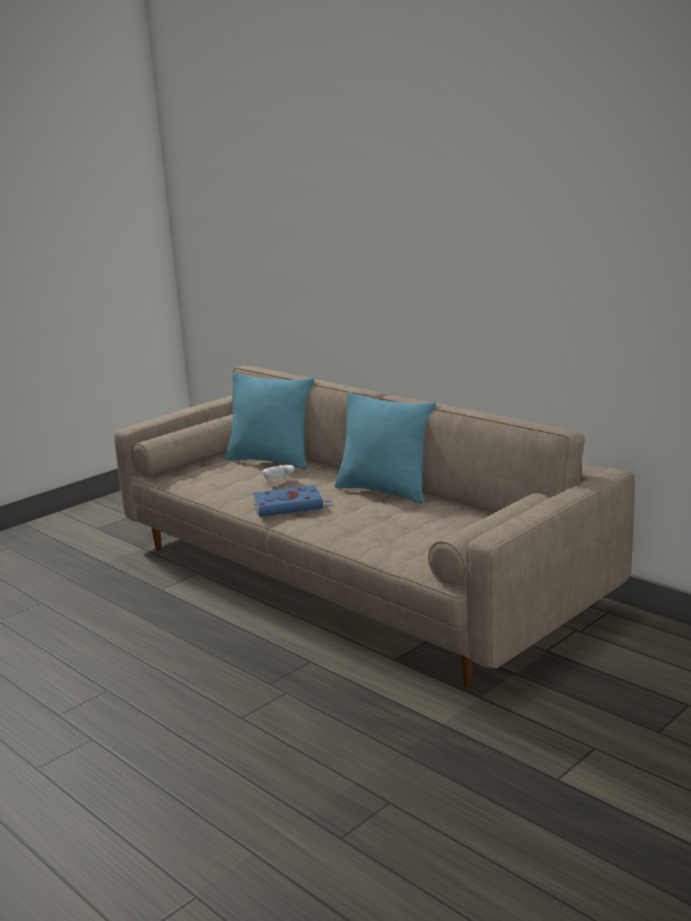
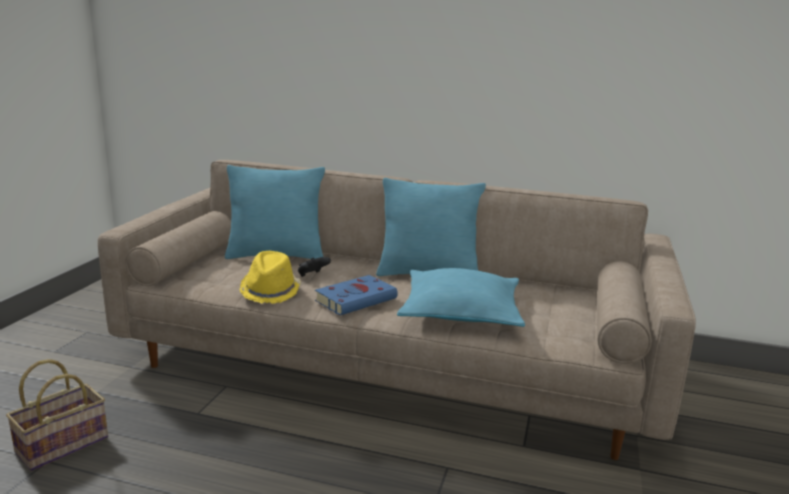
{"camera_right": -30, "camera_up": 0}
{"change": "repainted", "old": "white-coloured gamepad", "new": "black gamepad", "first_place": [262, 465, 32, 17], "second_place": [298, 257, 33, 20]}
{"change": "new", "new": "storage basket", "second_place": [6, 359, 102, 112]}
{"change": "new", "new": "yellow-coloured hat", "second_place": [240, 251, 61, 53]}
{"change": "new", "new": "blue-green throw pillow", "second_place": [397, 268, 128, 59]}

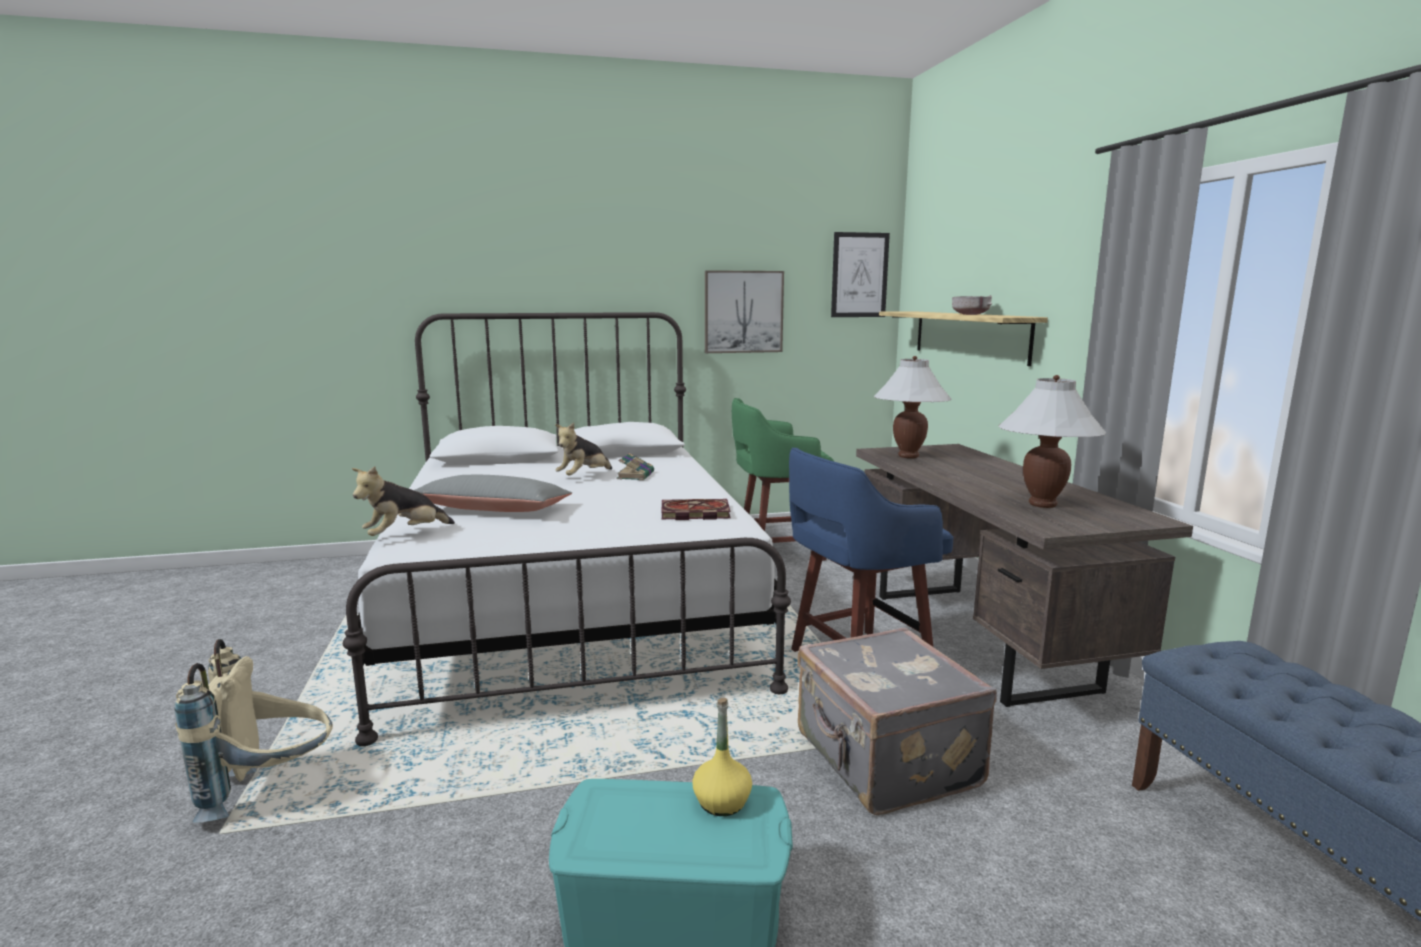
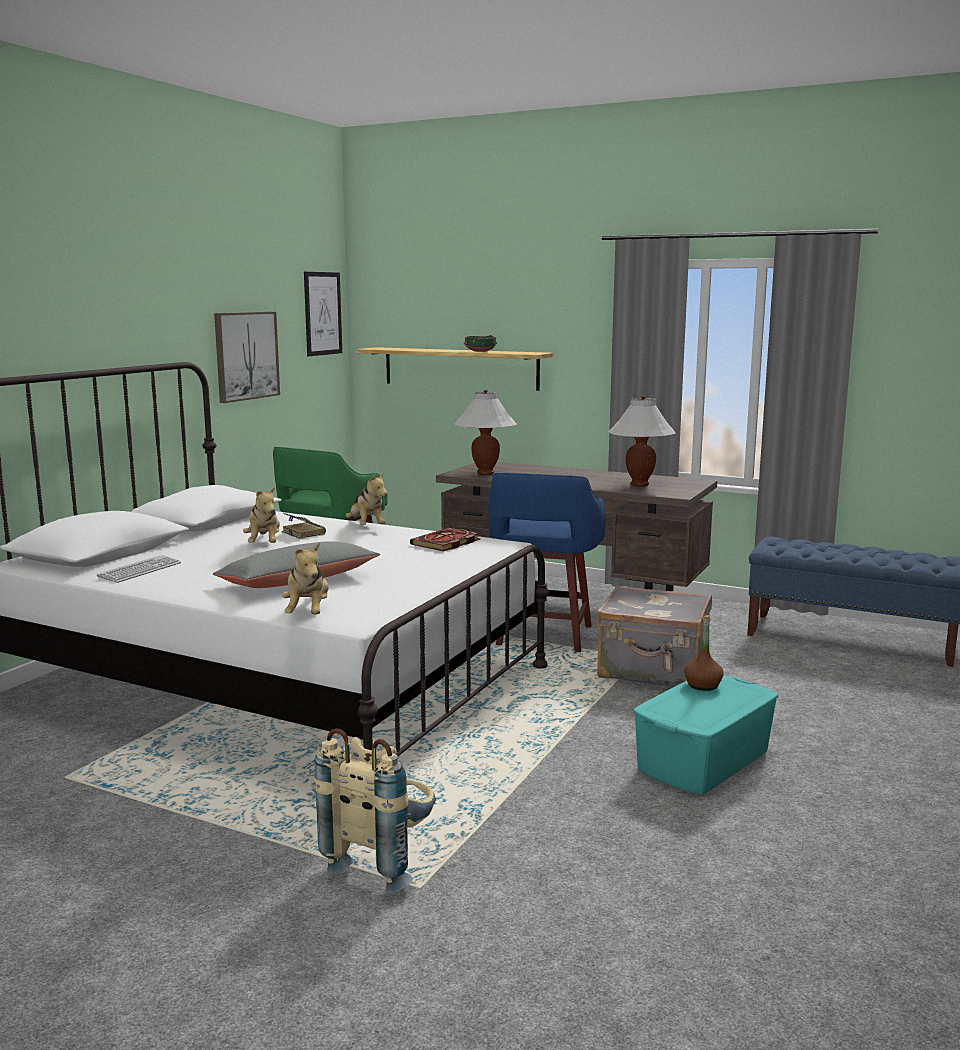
{"camera_right": -50, "camera_up": 0}
{"change": "repainted", "old": "yellow-coloured bottle", "new": "brownish bottle", "first_place": [692, 698, 60, 118], "second_place": [684, 615, 40, 76]}
{"change": "repainted", "old": "gray bowl", "new": "green-coloured bowl", "first_place": [952, 295, 40, 20], "second_place": [464, 335, 34, 17]}
{"change": "new", "new": "keyboard", "second_place": [97, 555, 84, 28]}
{"change": "new", "new": "cuddly toy", "second_place": [346, 472, 42, 53]}

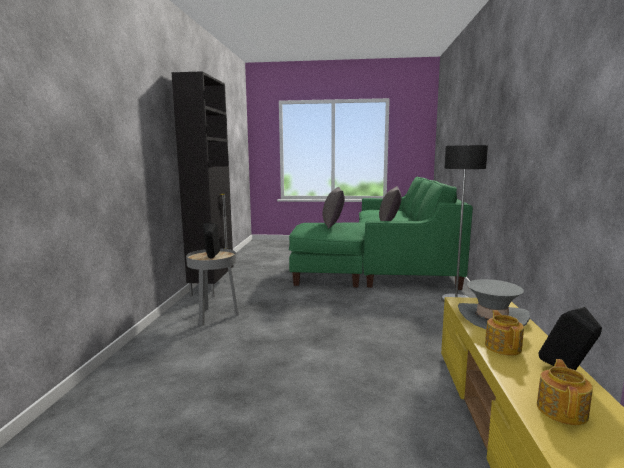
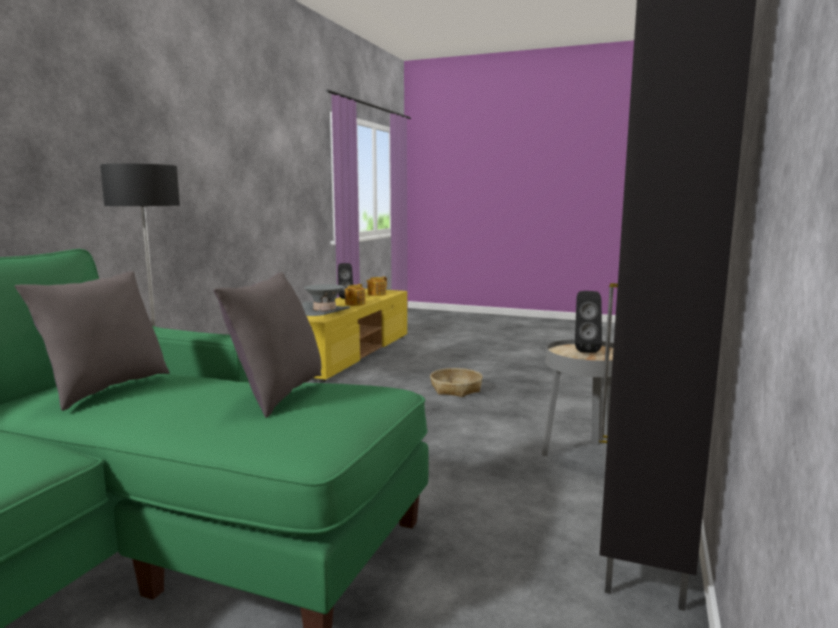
{"camera_right": -165, "camera_up": 0}
{"change": "new", "new": "storage basket", "second_place": [430, 368, 53, 29]}

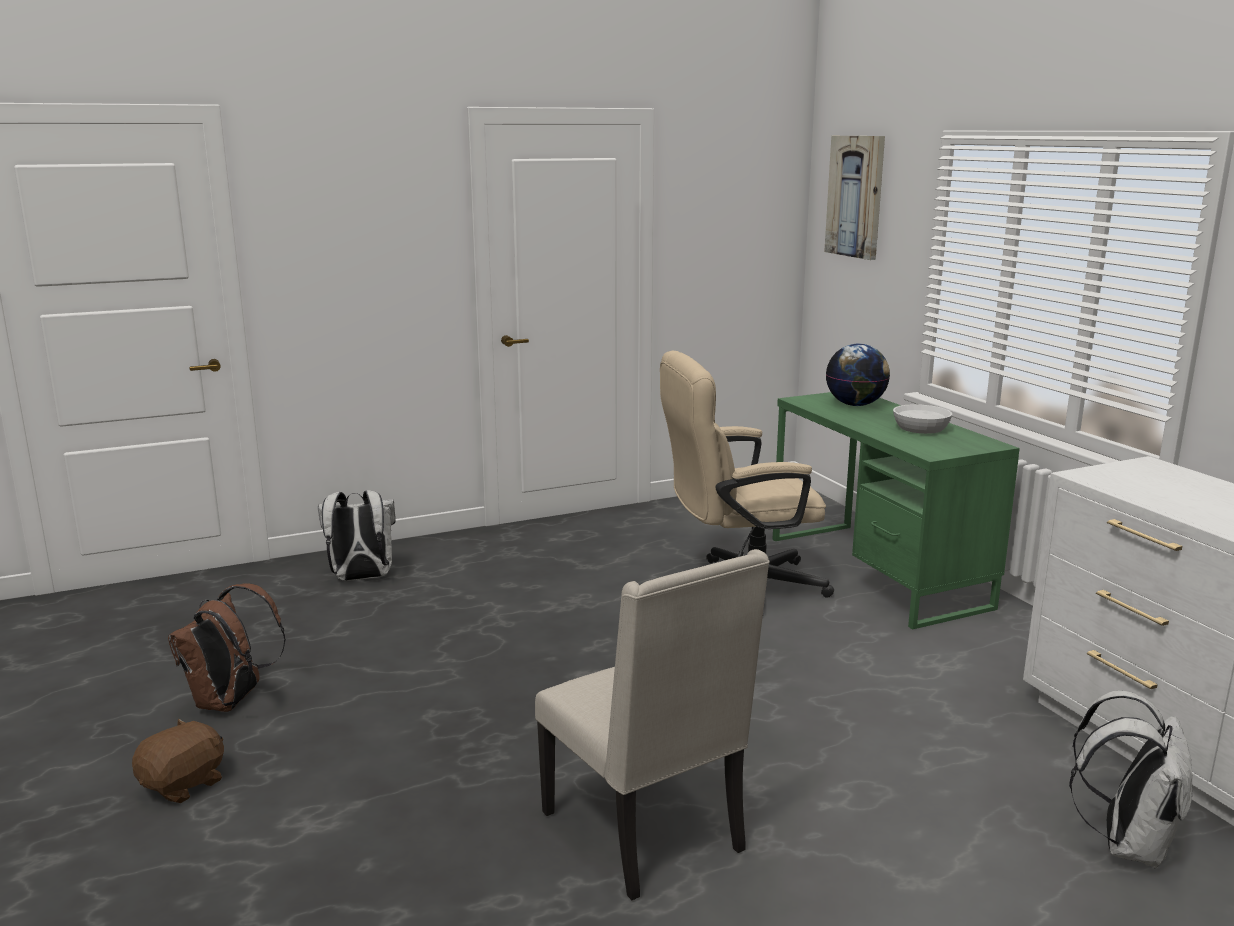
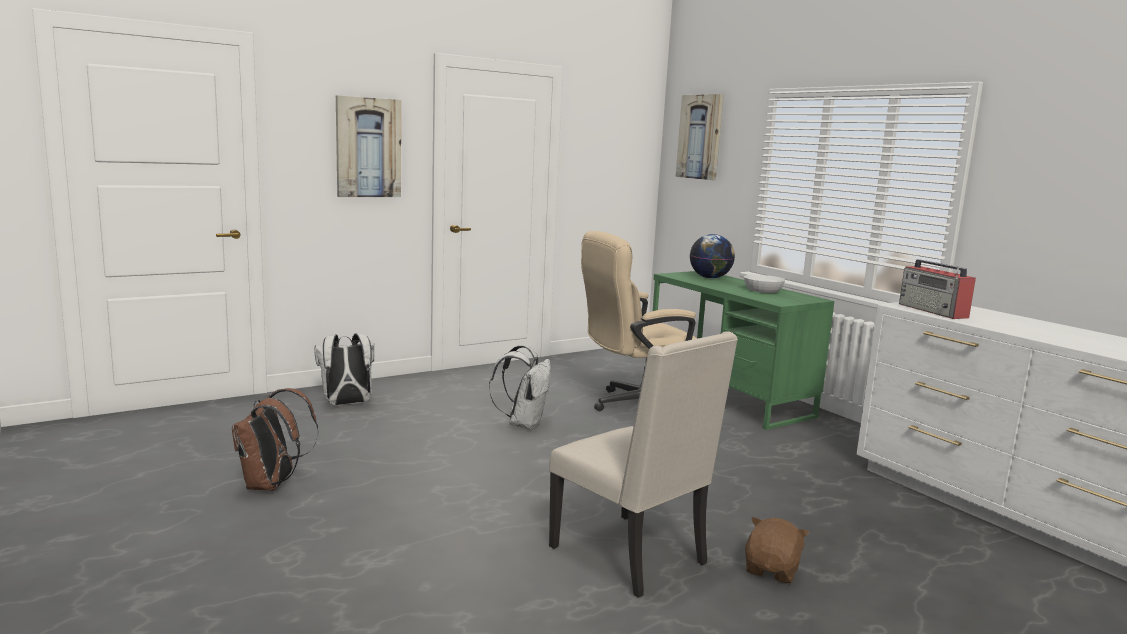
{"camera_right": -10, "camera_up": -5}
{"change": "shifted", "old": "brownish cuddly toy", "first_place": [132, 718, 92, 85], "second_place": [745, 517, 64, 67]}
{"change": "shifted", "old": "white-coloured rucksack", "first_place": [1069, 691, 124, 177], "second_place": [489, 345, 62, 85]}
{"change": "new", "new": "wall art", "second_place": [336, 95, 65, 102]}
{"change": "new", "new": "radio", "second_place": [899, 259, 77, 60]}

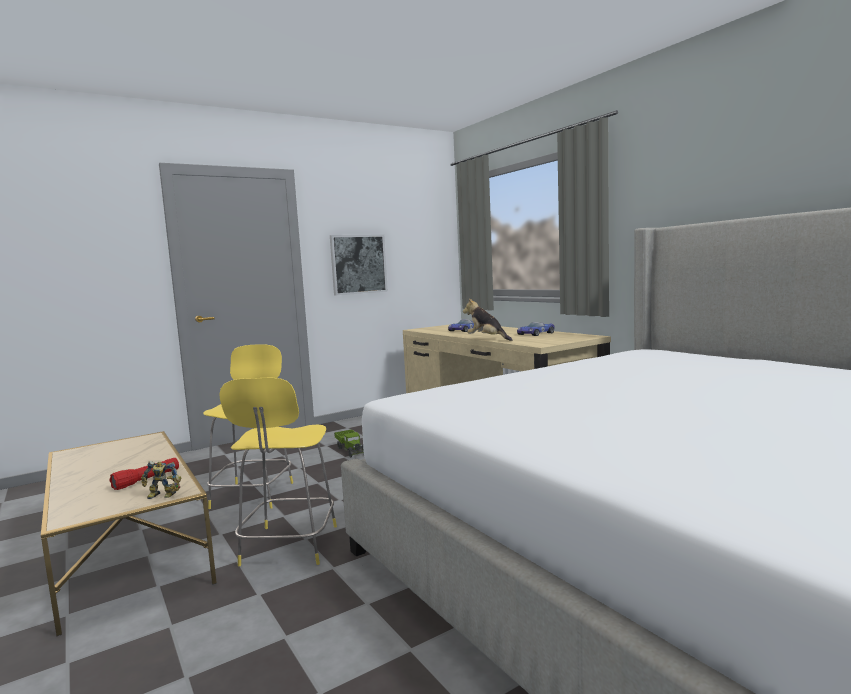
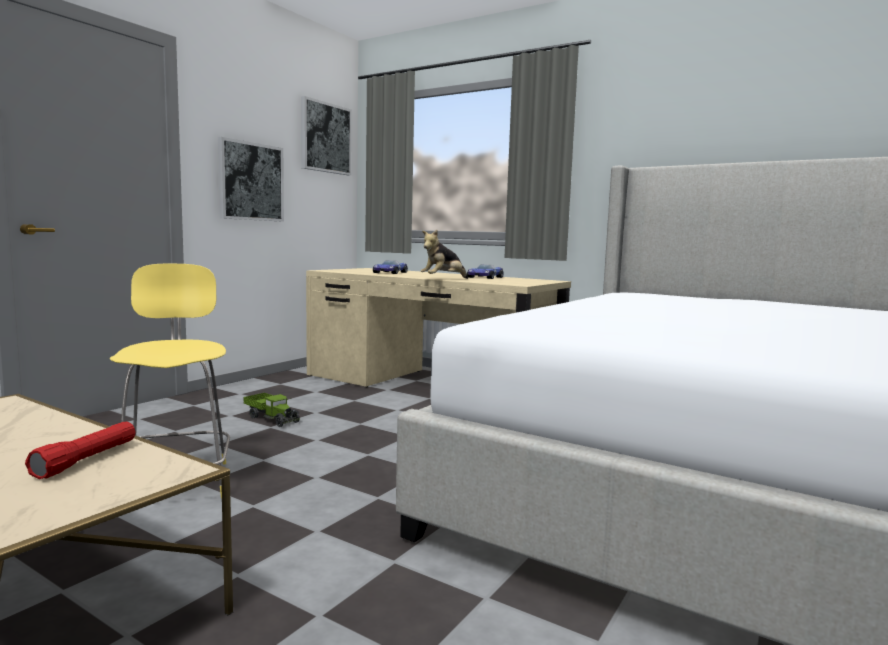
{"camera_right": -25, "camera_up": 0}
{"change": "gone", "old": "toy robot", "first_place": [141, 461, 40, 38]}
{"change": "gone", "old": "yellow-coloured sitting stool", "first_place": [219, 378, 118, 188]}
{"change": "rotated", "old": "cuddly toy", "first_place": [463, 299, 49, 42], "second_place": [420, 230, 48, 49], "degrees": -60}
{"change": "new", "new": "wall art", "second_place": [301, 96, 51, 79]}

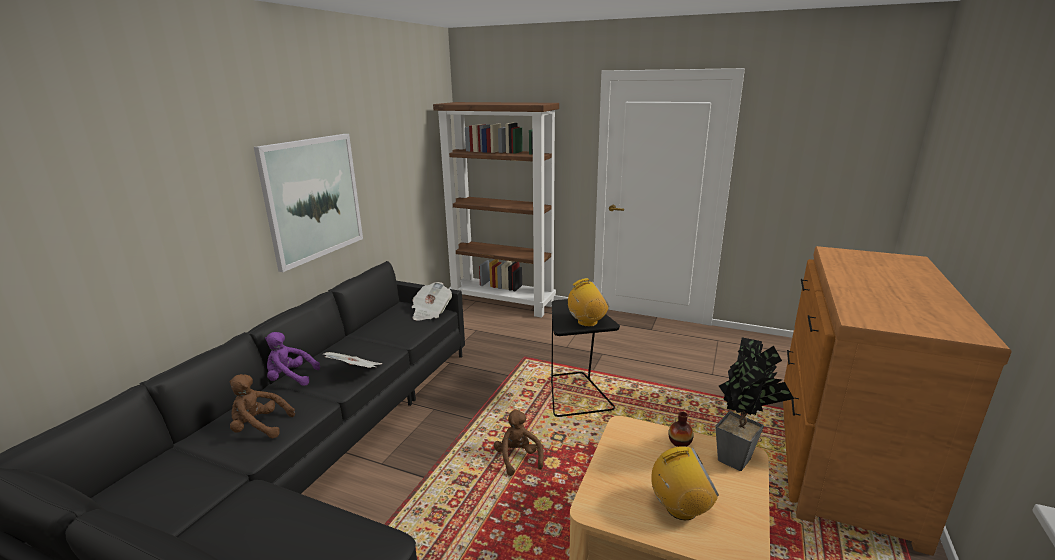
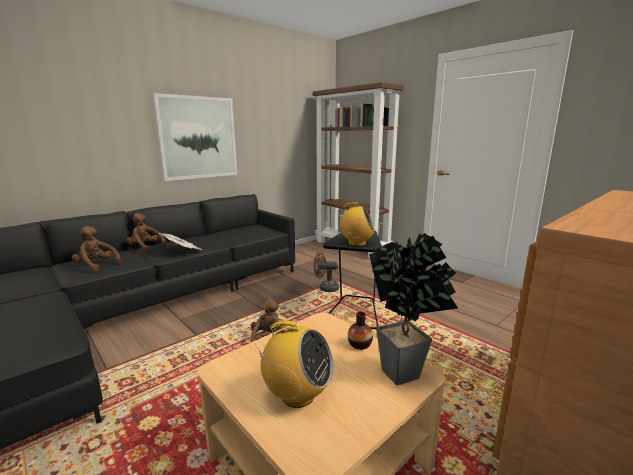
{"camera_right": 25, "camera_up": -5}
{"change": "repainted", "old": "purple cuddly toy", "new": "brownish cuddly toy", "first_place": [265, 332, 55, 54], "second_place": [126, 213, 41, 39]}
{"change": "gone", "old": "newspaper", "first_place": [412, 282, 40, 39]}
{"change": "new", "new": "brownish electric fan", "second_place": [314, 252, 25, 40]}

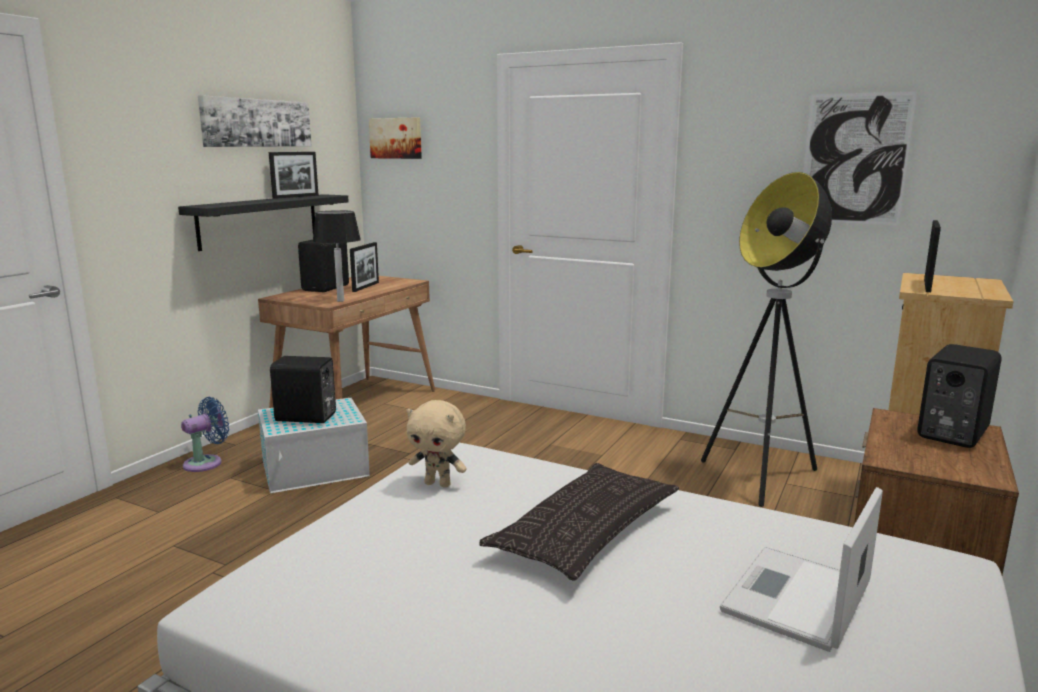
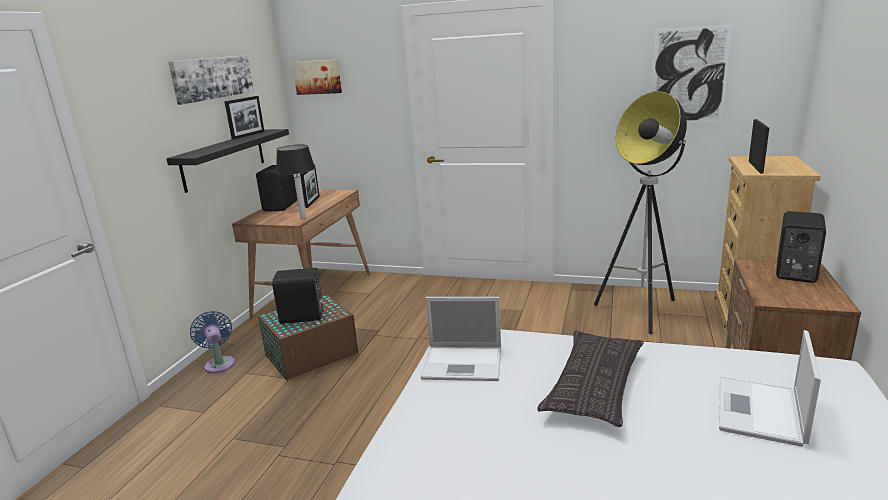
{"camera_right": -10, "camera_up": 5}
{"change": "rotated", "old": "blue-coloured electric fan", "first_place": [181, 397, 48, 75], "second_place": [190, 311, 45, 62], "degrees": -60}
{"change": "repainted", "old": "white-coloured storage container", "new": "brownish storage container", "first_place": [258, 398, 112, 95], "second_place": [258, 295, 101, 87]}
{"change": "swapped", "old": "beige cuddly toy", "new": "laptop", "first_place": [407, 400, 60, 88], "second_place": [421, 297, 80, 84]}

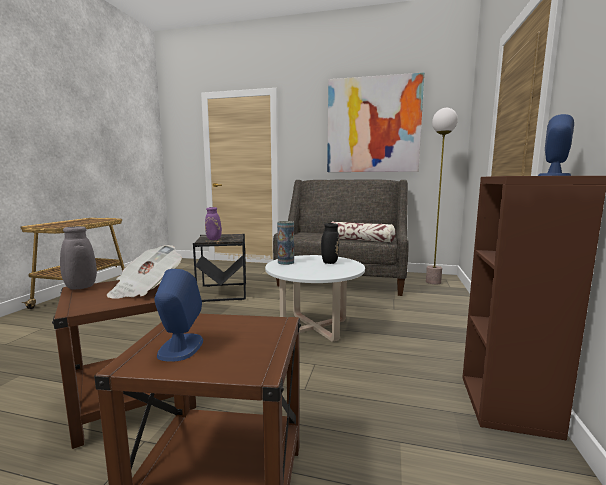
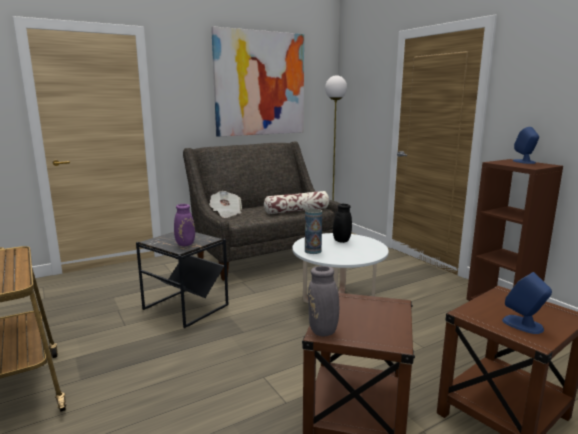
{"camera_right": -45, "camera_up": 5}
{"change": "shifted", "old": "newspaper", "first_place": [107, 245, 75, 54], "second_place": [209, 191, 33, 27]}

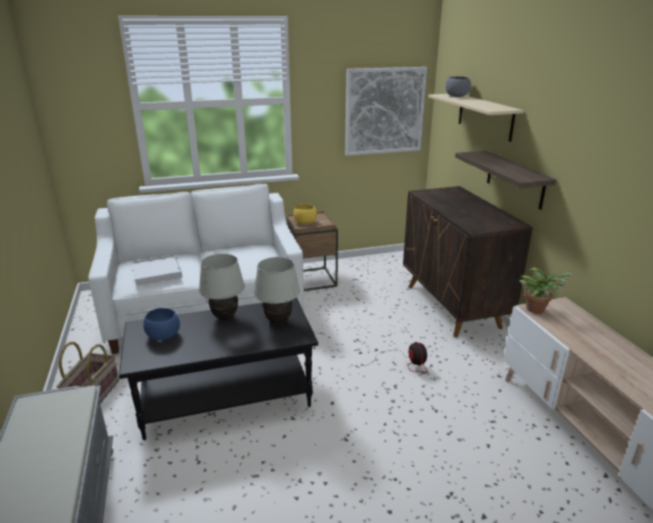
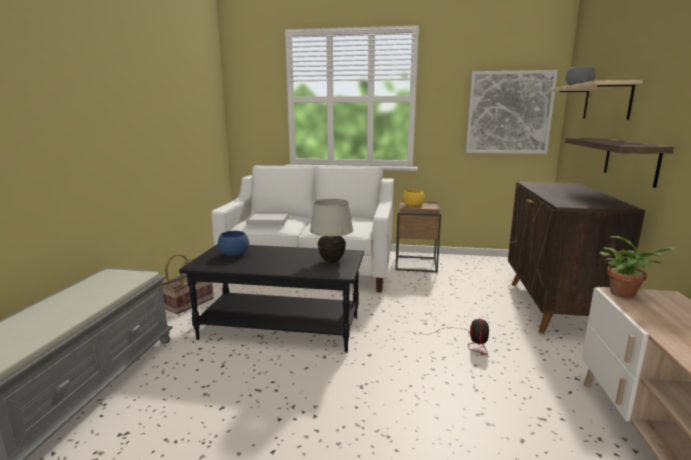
{"camera_right": 25, "camera_up": -10}
{"change": "gone", "old": "white-coloured tabletop lamp", "first_place": [199, 254, 46, 66]}

